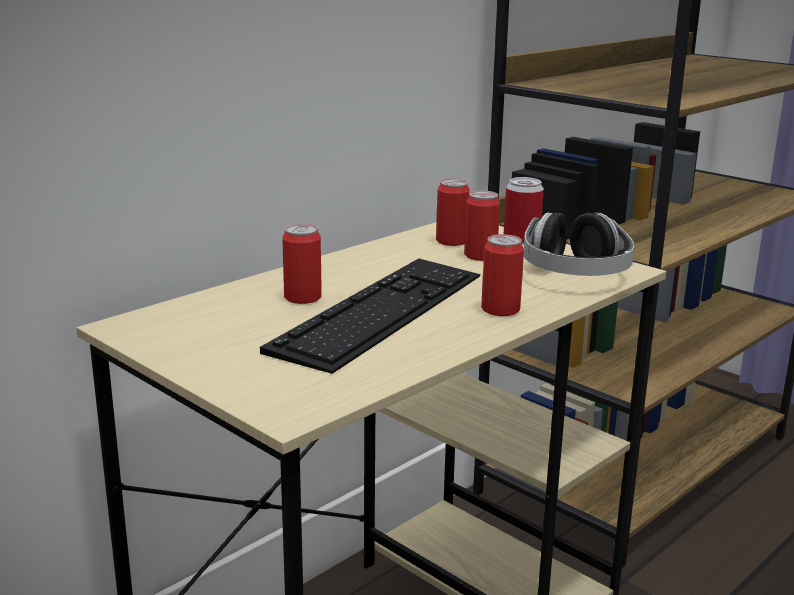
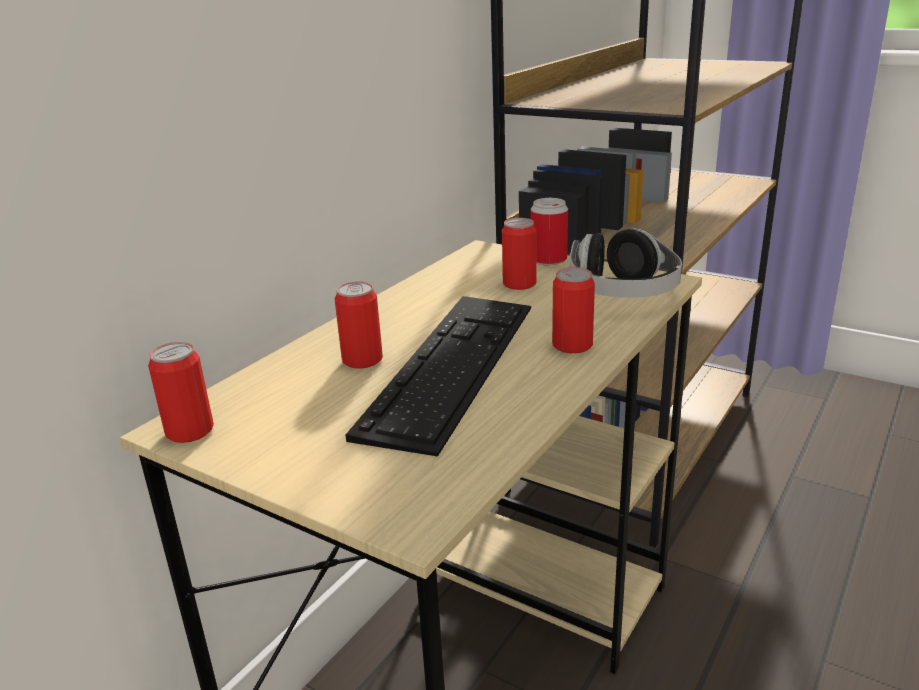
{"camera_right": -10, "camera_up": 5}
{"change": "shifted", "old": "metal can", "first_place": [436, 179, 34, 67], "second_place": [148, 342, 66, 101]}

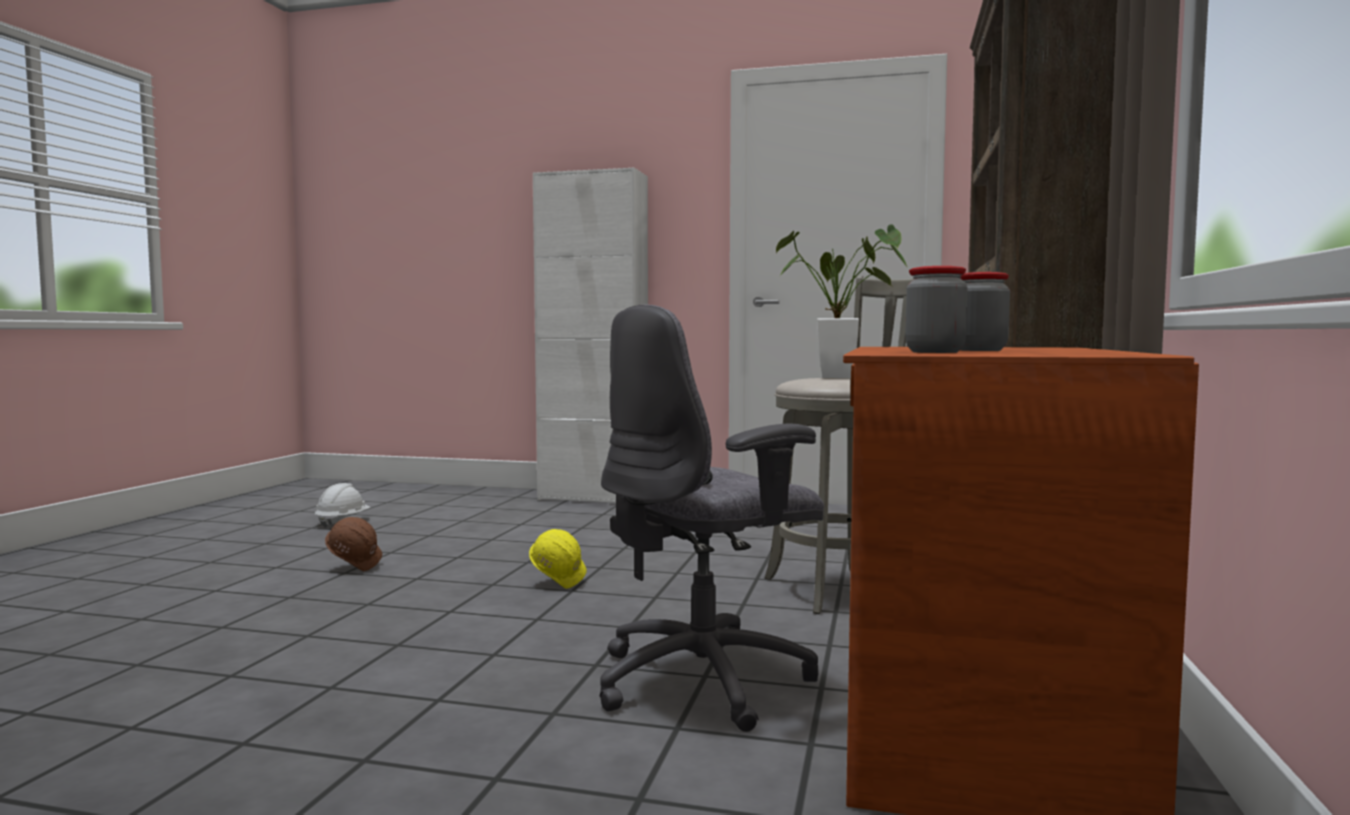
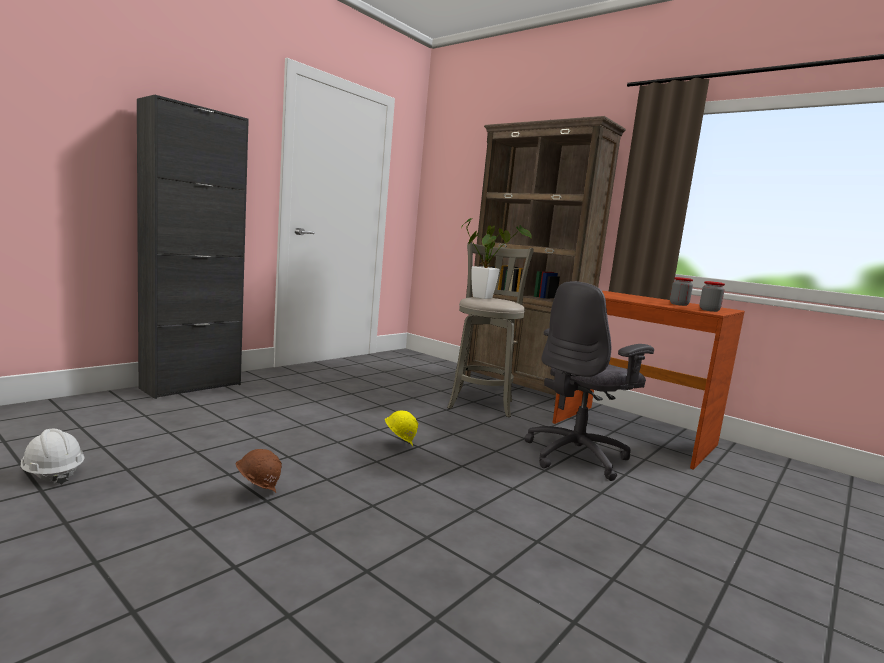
{"camera_right": -65, "camera_up": 5}
{"change": "repainted", "old": "white-coloured cabinet", "new": "black cabinet", "first_place": [533, 168, 115, 335], "second_place": [137, 95, 112, 304]}
{"change": "rotated", "old": "gray desk chair", "first_place": [600, 304, 224, 428], "second_place": [524, 281, 130, 200], "degrees": 60}

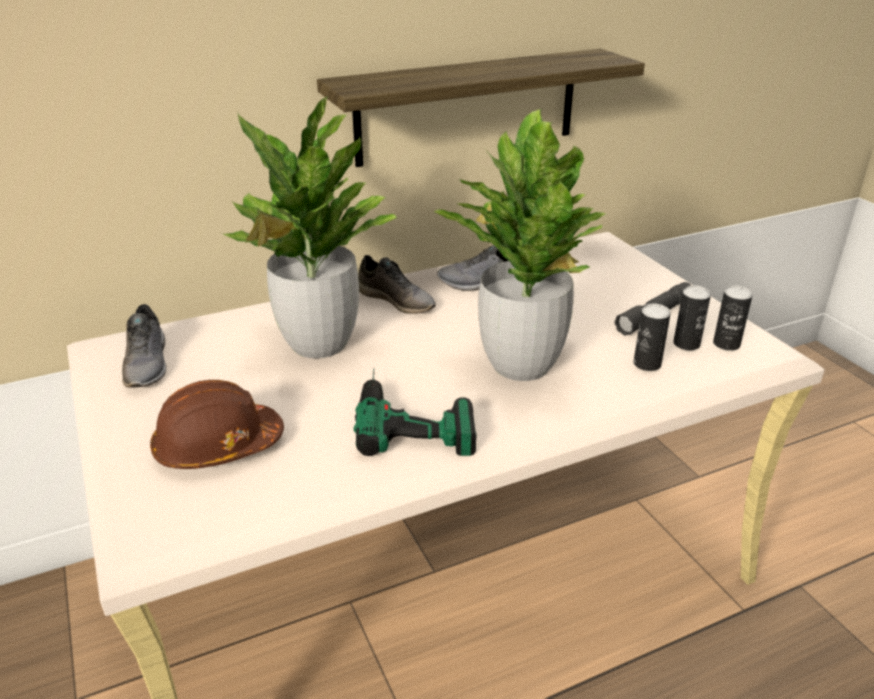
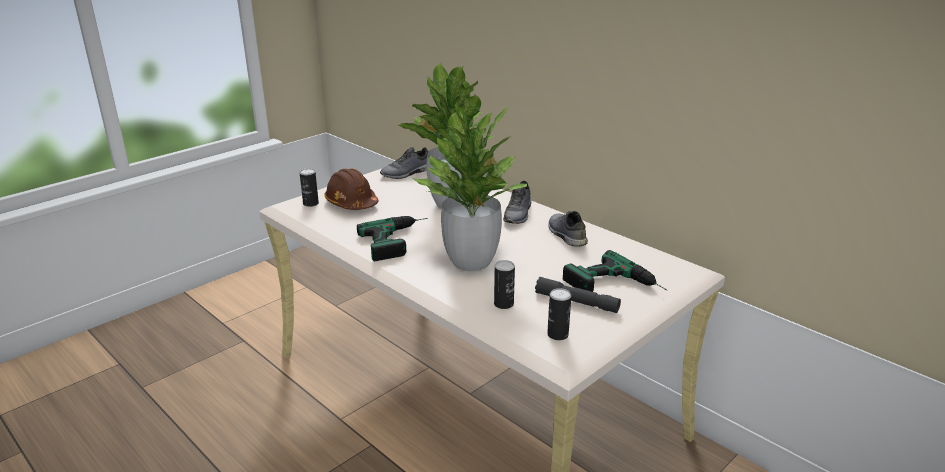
{"camera_right": 70, "camera_up": -5}
{"change": "gone", "old": "wall shelf", "first_place": [317, 49, 328, 118]}
{"change": "shifted", "old": "metal can", "first_place": [673, 285, 38, 65], "second_place": [300, 168, 19, 39]}
{"change": "new", "new": "electric drill", "second_place": [563, 250, 104, 42]}

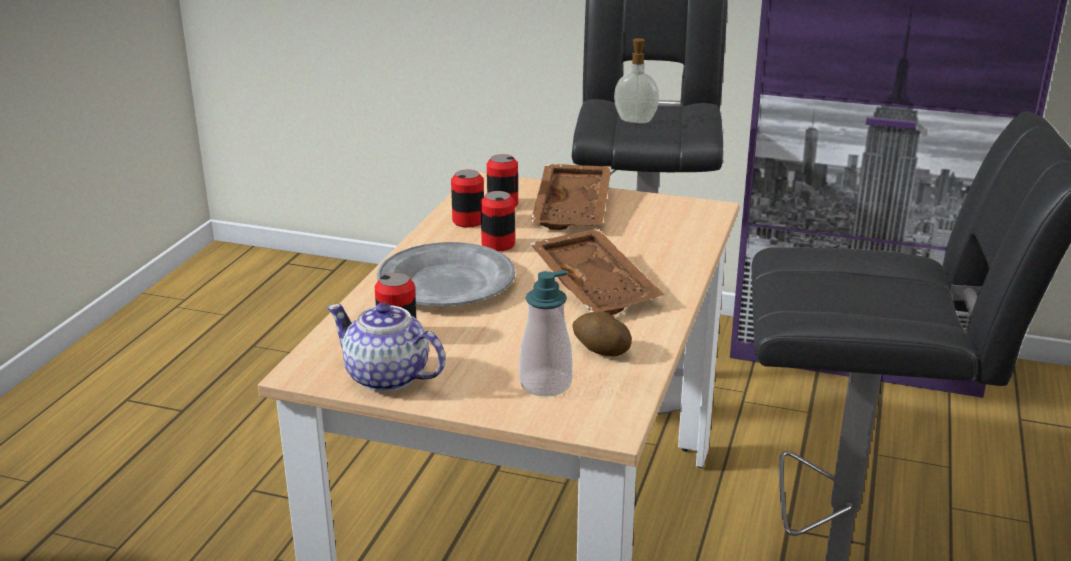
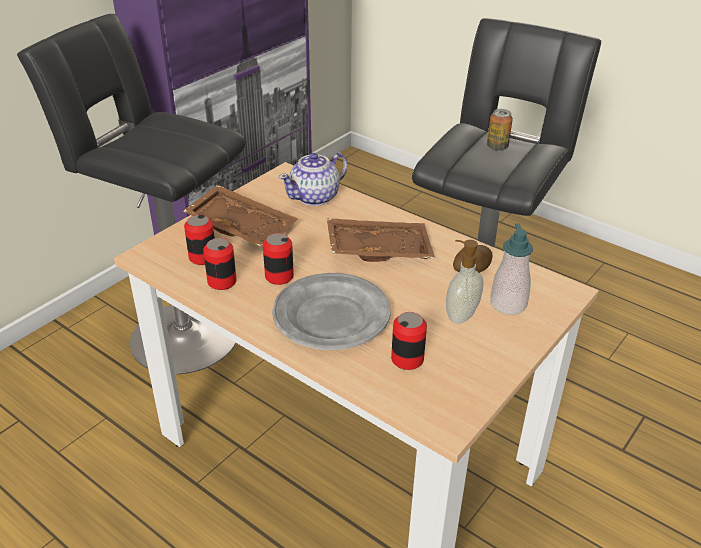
{"camera_right": -70, "camera_up": 10}
{"change": "shifted", "old": "pot for tea", "first_place": [327, 303, 119, 89], "second_place": [279, 153, 69, 53]}
{"change": "shifted", "old": "soap dispenser", "first_place": [614, 38, 45, 85], "second_place": [446, 240, 38, 84]}
{"change": "new", "new": "metal can", "second_place": [487, 109, 26, 42]}

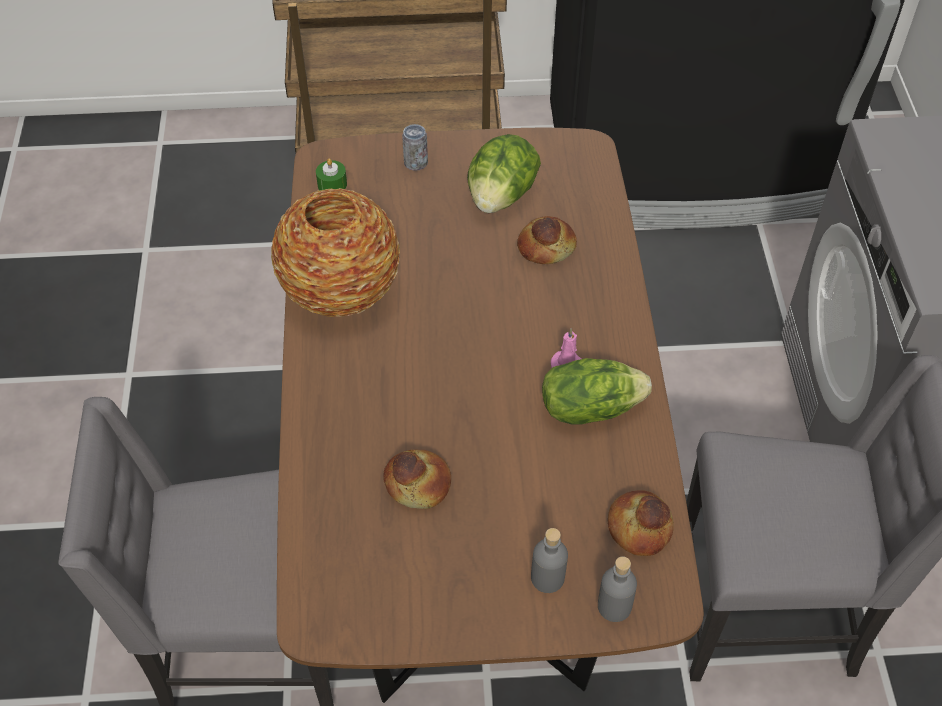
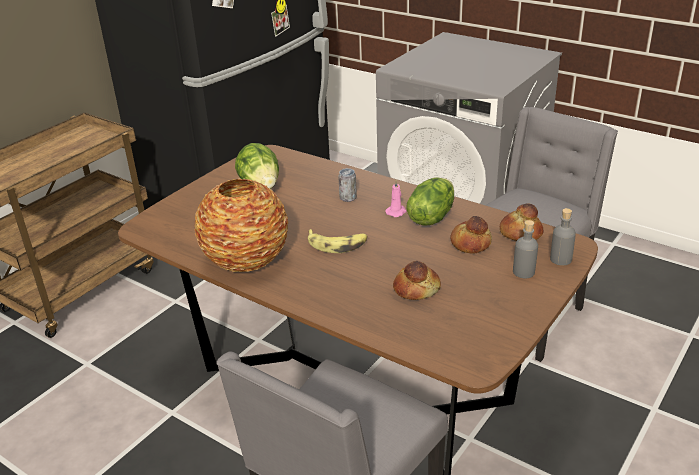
{"camera_right": -50, "camera_up": -20}
{"change": "gone", "old": "green-coloured wax light", "first_place": [316, 158, 31, 32]}
{"change": "shifted", "old": "metal can", "first_place": [402, 124, 26, 47], "second_place": [338, 168, 19, 34]}
{"change": "shifted", "old": "baked bread", "first_place": [517, 216, 60, 48], "second_place": [450, 216, 42, 37]}
{"change": "new", "new": "banana", "second_place": [308, 229, 59, 24]}

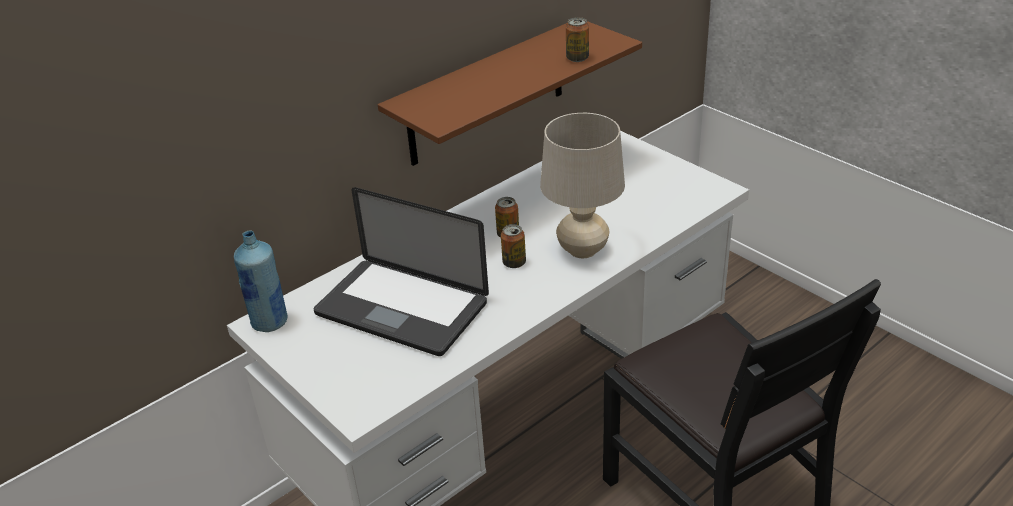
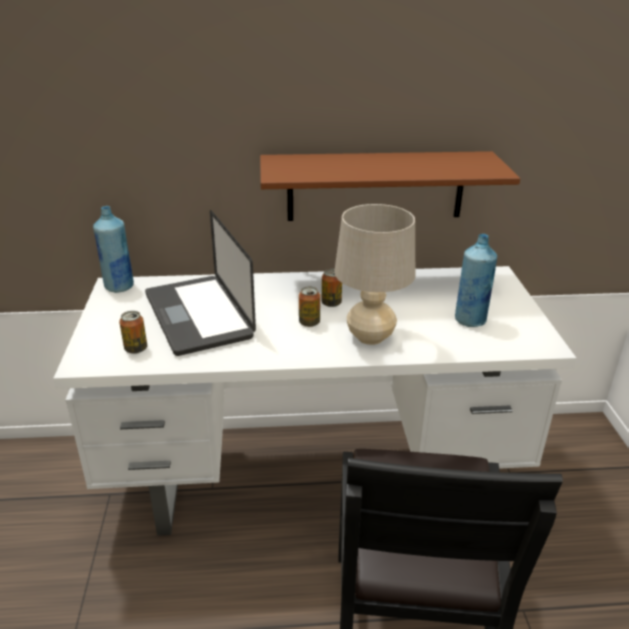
{"camera_right": 35, "camera_up": -5}
{"change": "shifted", "old": "metal can", "first_place": [566, 17, 23, 45], "second_place": [119, 311, 28, 43]}
{"change": "new", "new": "blue-coloured bottle", "second_place": [455, 234, 42, 93]}

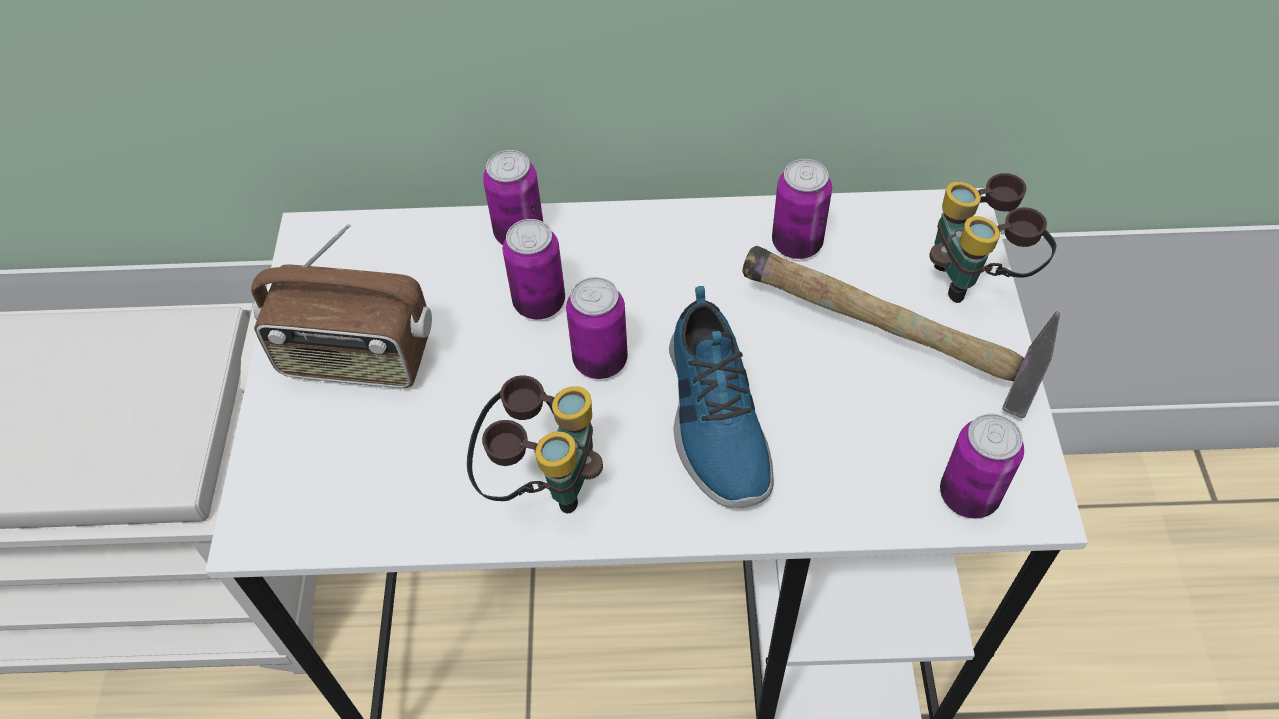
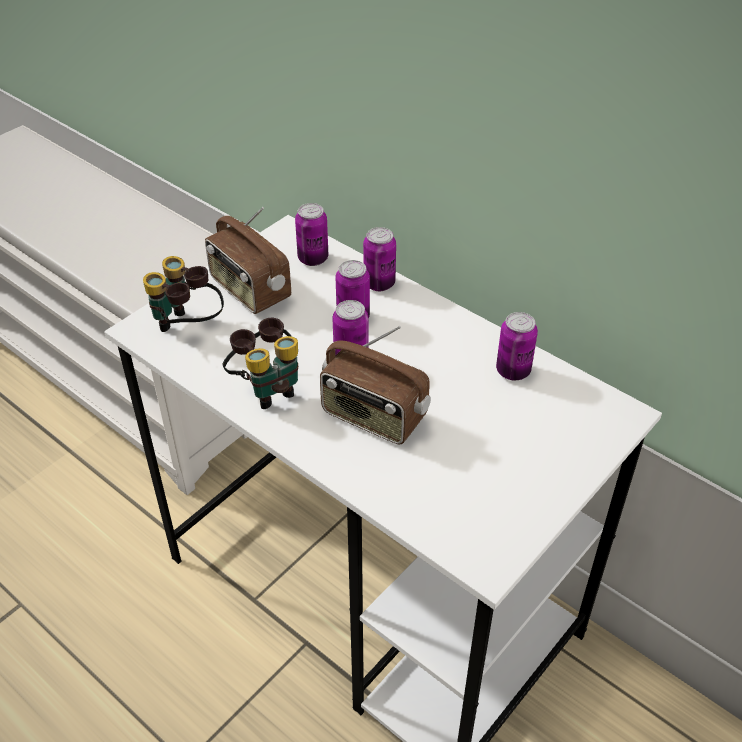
{"camera_right": 40, "camera_up": -10}
{"change": "swapped", "old": "item of footwear", "new": "radio", "first_place": [669, 286, 105, 222], "second_place": [320, 326, 111, 118]}
{"change": "gone", "old": "hammer", "first_place": [742, 246, 318, 172]}
{"change": "shifted", "old": "field glasses", "first_place": [929, 173, 127, 130], "second_place": [143, 256, 81, 76]}
{"change": "shifted", "old": "metal can", "first_place": [940, 414, 84, 104], "second_place": [295, 203, 33, 63]}

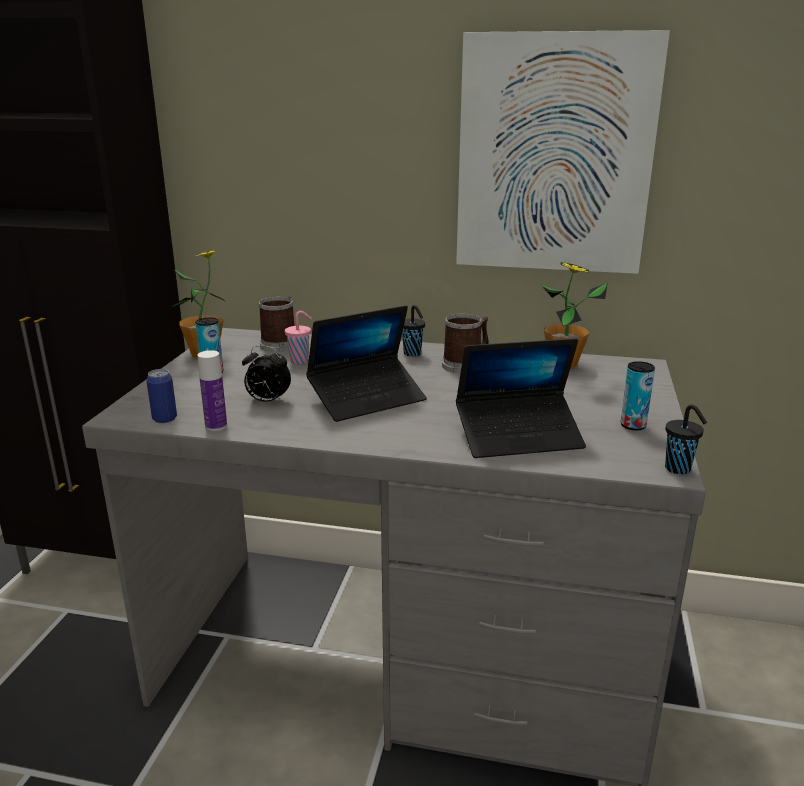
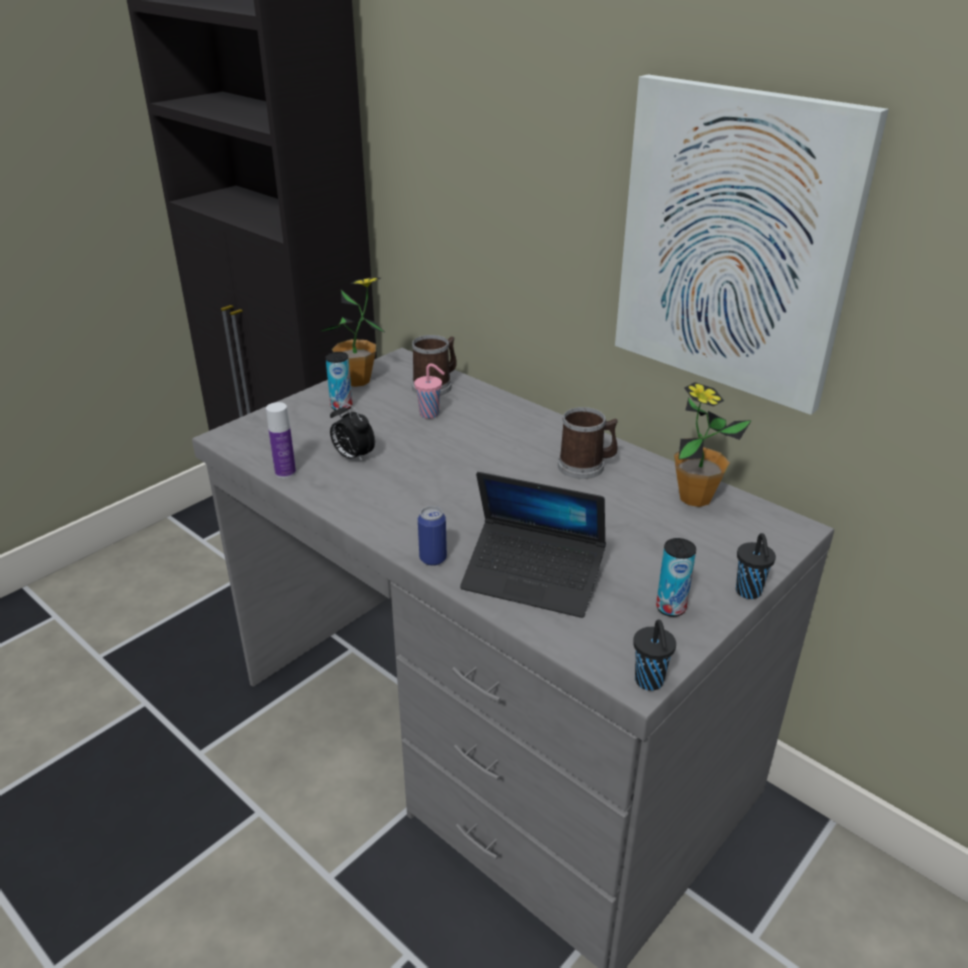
{"camera_right": 30, "camera_up": 10}
{"change": "shifted", "old": "metal can", "first_place": [146, 369, 31, 54], "second_place": [418, 506, 29, 60]}
{"change": "gone", "old": "laptop", "first_place": [306, 305, 121, 117]}
{"change": "shifted", "old": "black cup", "first_place": [402, 305, 23, 52], "second_place": [736, 533, 40, 66]}

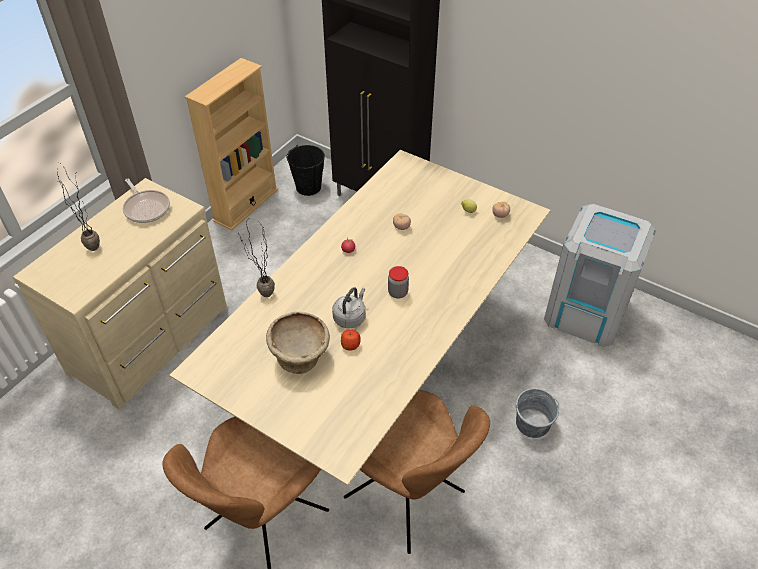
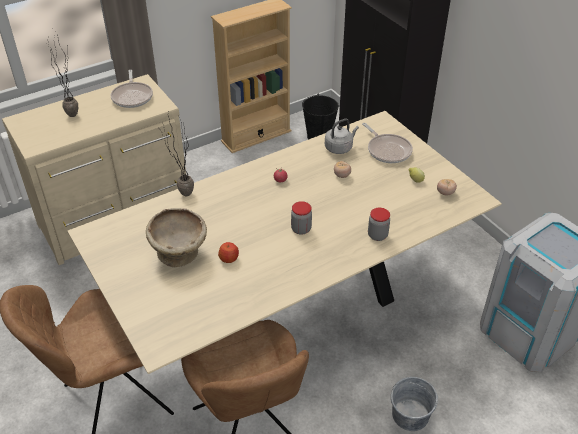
{"camera_right": 25, "camera_up": -5}
{"change": "shifted", "old": "gray tea kettle", "first_place": [332, 287, 34, 41], "second_place": [325, 119, 34, 35]}
{"change": "new", "new": "frying pan", "second_place": [362, 123, 51, 40]}
{"change": "new", "new": "jar", "second_place": [368, 208, 22, 33]}

